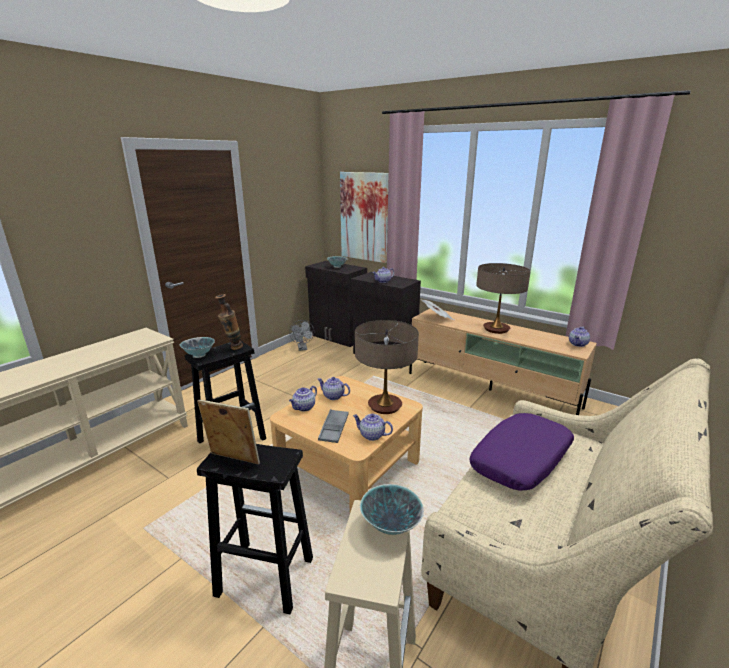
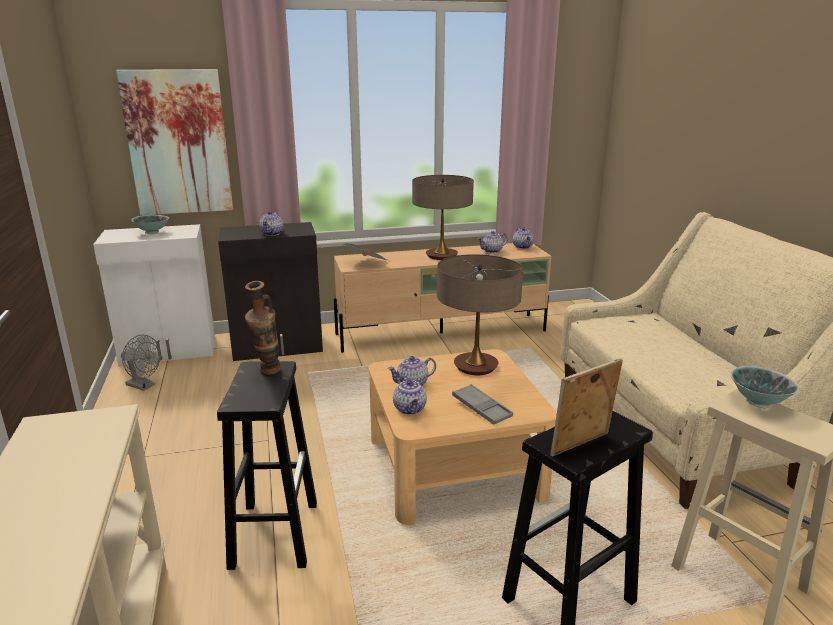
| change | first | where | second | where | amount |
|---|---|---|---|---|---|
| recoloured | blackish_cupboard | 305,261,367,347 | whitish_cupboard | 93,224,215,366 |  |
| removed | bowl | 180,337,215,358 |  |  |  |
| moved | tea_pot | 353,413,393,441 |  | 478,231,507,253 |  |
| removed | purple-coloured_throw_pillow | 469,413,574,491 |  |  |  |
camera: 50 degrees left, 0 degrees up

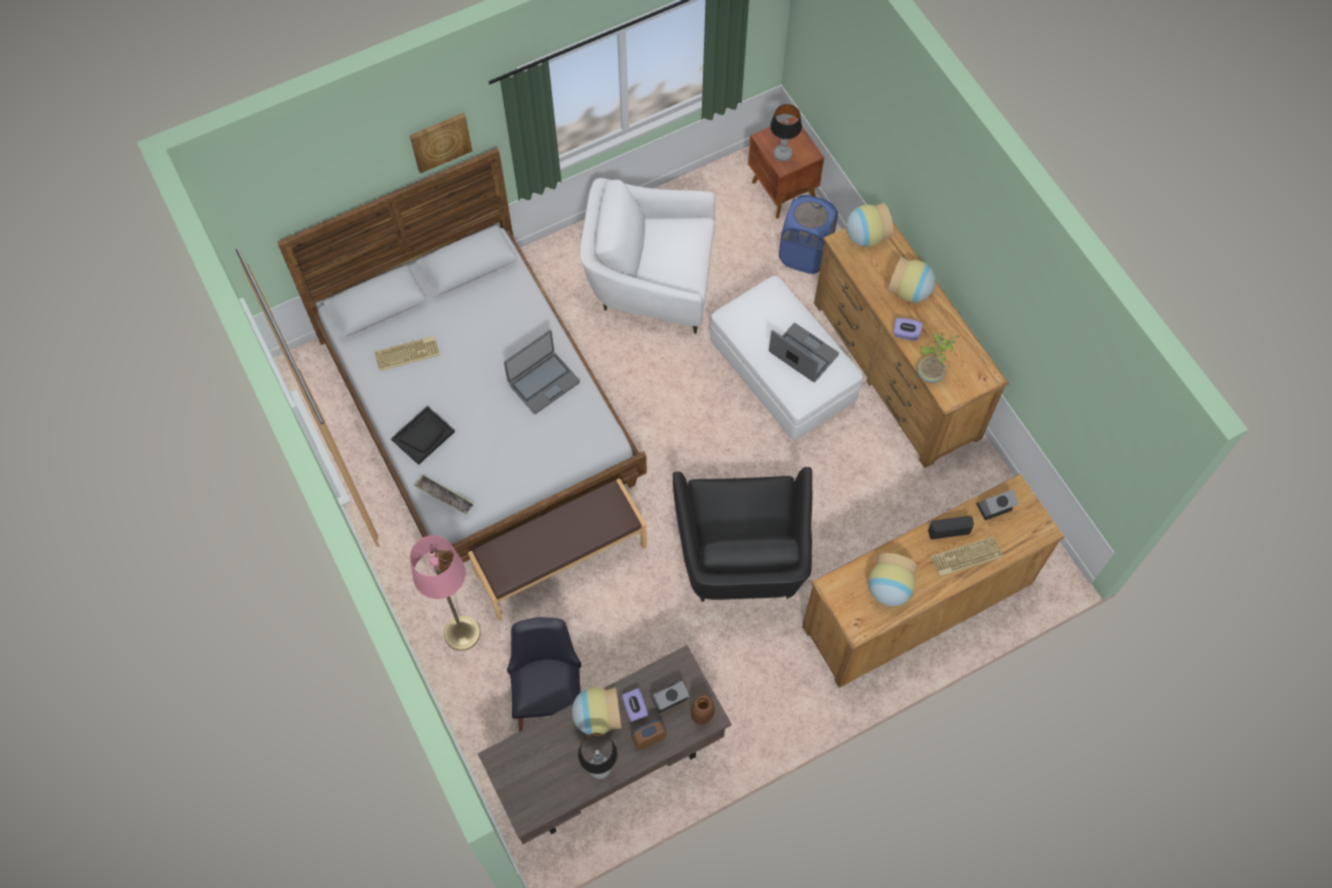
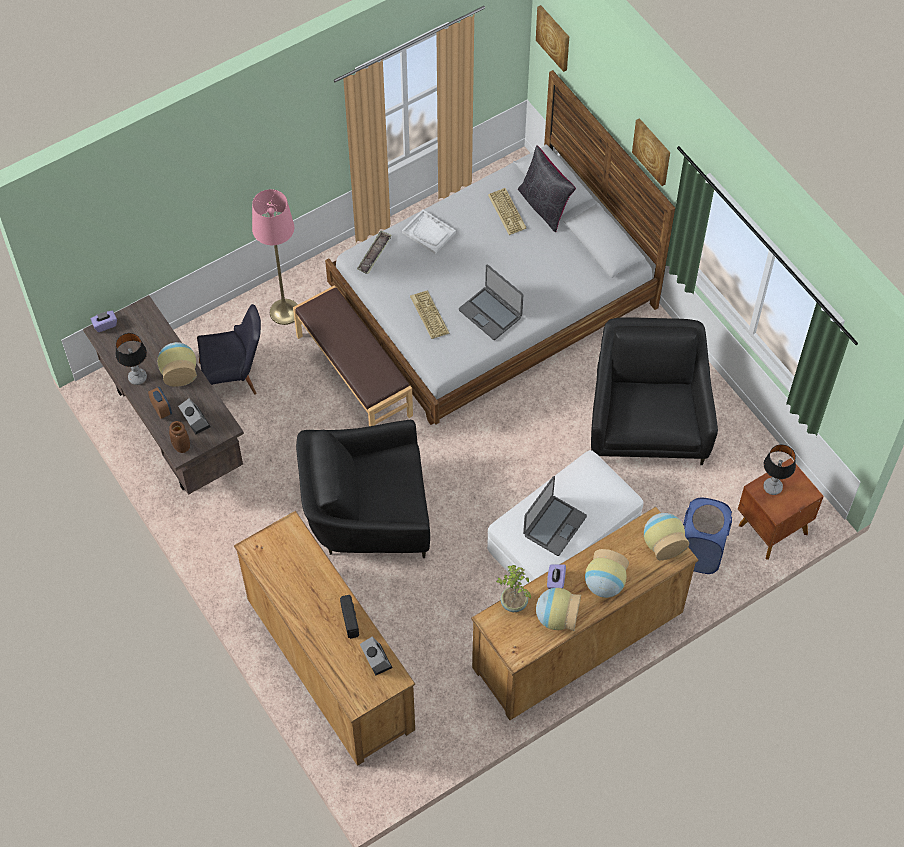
| change | first | where | second | where | amount |
|---|---|---|---|---|---|
| recoloured | whitish_armchair | 580,178,715,334 | blackish_armchair | 591,317,718,465 |  |
| recoloured | blackish_serving_tray | 391,406,455,465 | whitish_serving_tray | 402,210,456,254 |  |
| moved | PC_keyboard | 930,536,1003,577 |  | 410,290,450,339 |  |
| moved | flower_vase | 869,553,917,607 |  | 536,588,581,631 |  |
| moved | purple-coloured_tissue_box | 622,688,648,722 |  | 91,311,117,332 |  |
| added |  |  | wall_art | 536,5,569,72 |  |
| added |  |  | blackish_throw_pillow | 518,145,576,232 |  |
camera: 85 degrees right, 5 degrees down

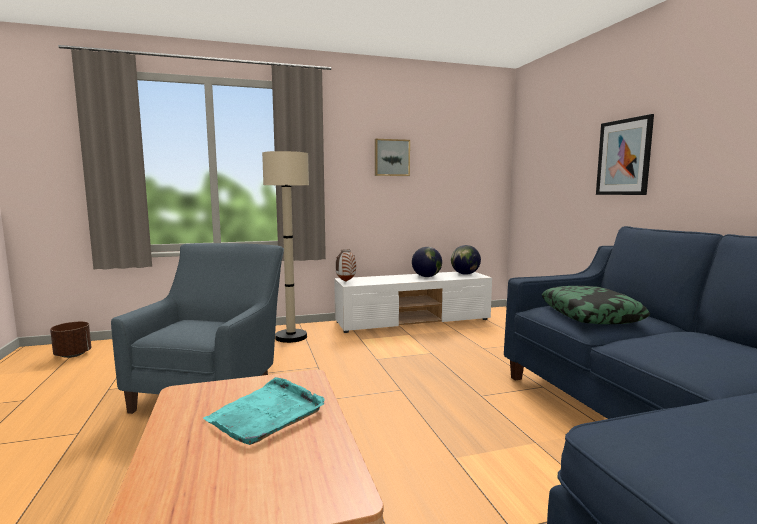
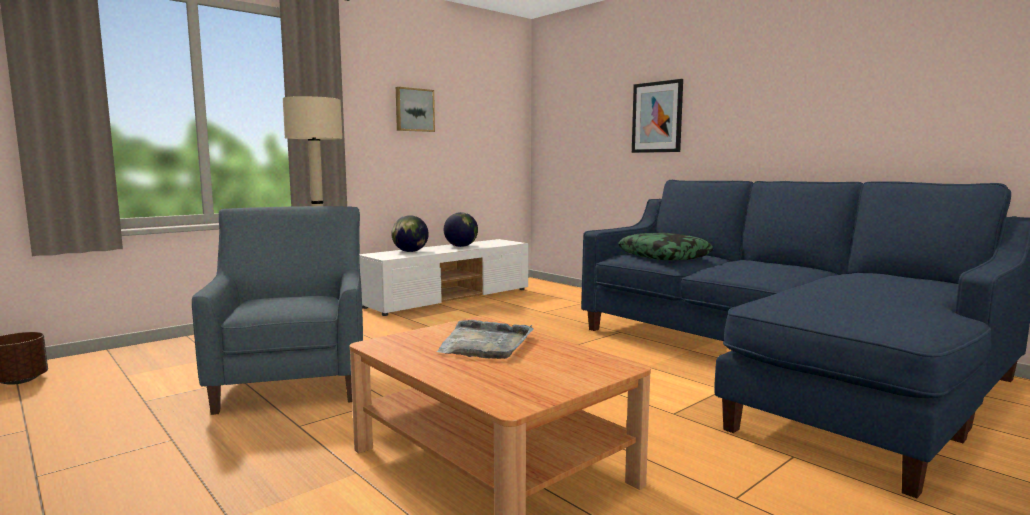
| change | first | where | second | where | amount |
|---|---|---|---|---|---|
| moved | desk_globe | 451,245,481,275 |  | 391,215,429,252 |  |
| removed | flower_vase | 336,249,356,282 |  |  |  |
| recoloured | turquoise-coloured_serving_tray | 203,377,324,445 | greyish_serving_tray | 437,320,534,359 |  |
camera: 25 degrees left, 0 degrees up

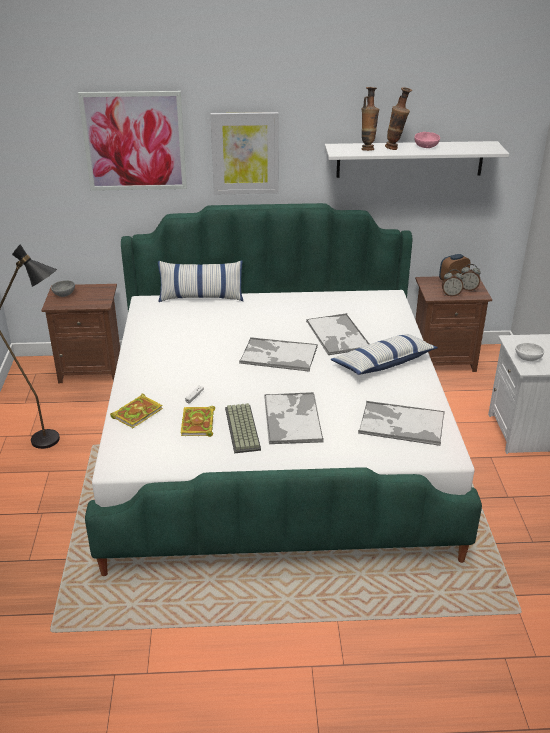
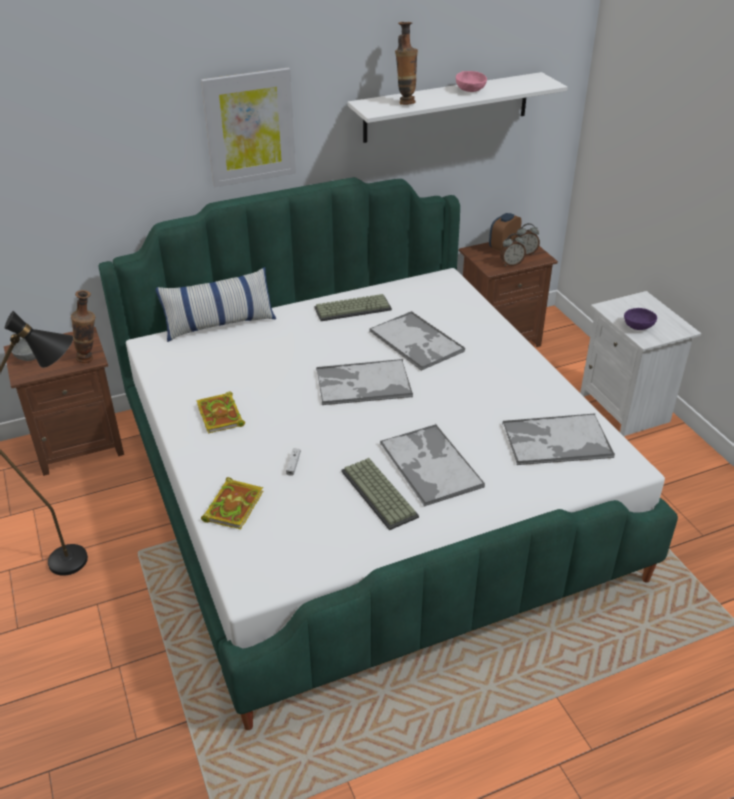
| change | first | where | second | where | amount |
|---|---|---|---|---|---|
| moved | flower_vase | 385,87,412,150 |  | 71,290,95,363 |  |
| removed | wall_art | 78,91,187,191 |  |  |  |
| removed | throw_pillow | 331,334,438,375 |  |  |  |
| recoloured | whitish_bowl | 515,343,544,361 | purple-coloured_bowl | 624,308,657,330 |  |
| moved | volume | 180,406,215,437 |  | 197,392,245,434 |  |
| added |  |  | PC_keyboard | 314,294,392,321 |  |
camera: 20 degrees left, 5 degrees up

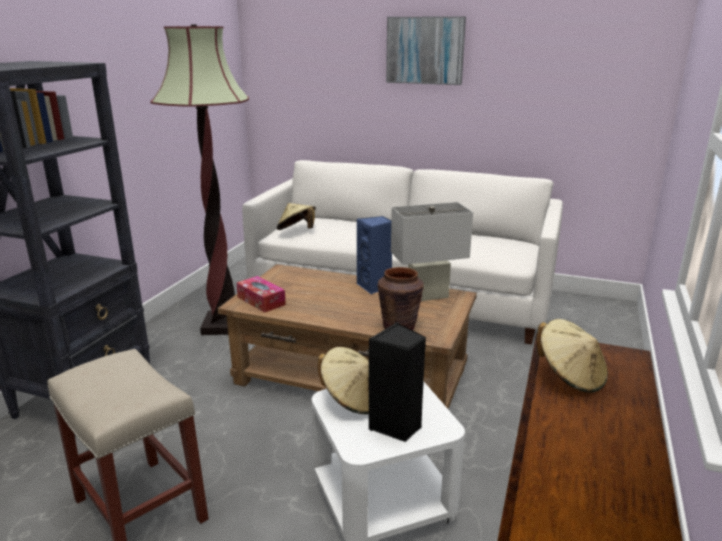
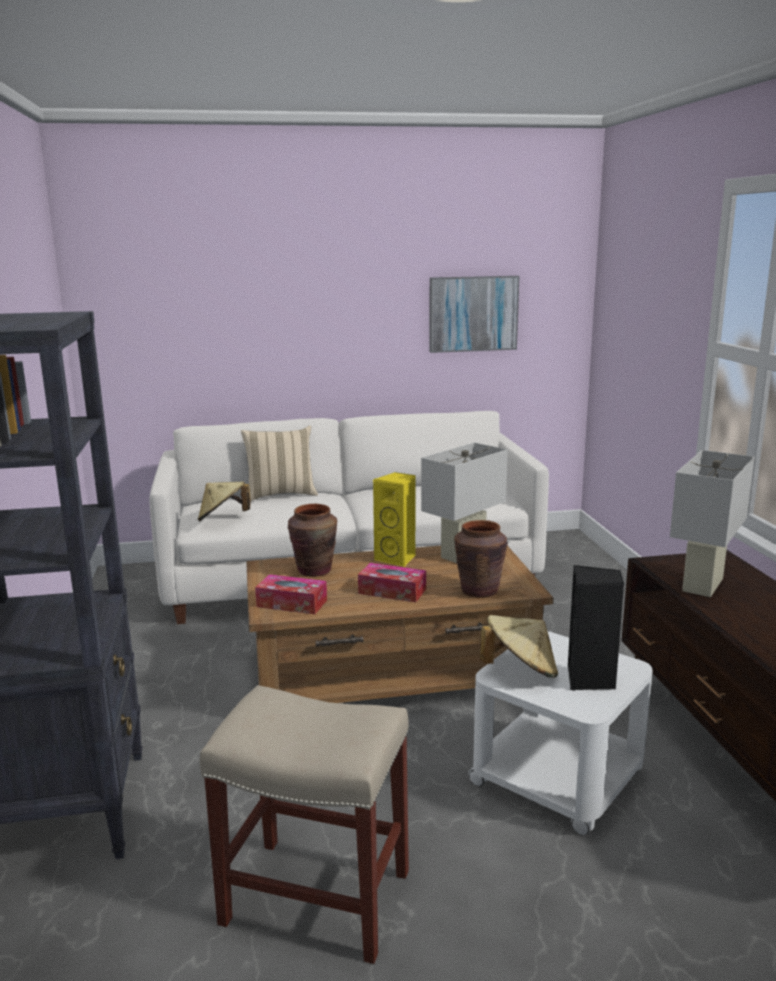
| change | first | where | second | where | amount |
|---|---|---|---|---|---|
| moved | wall_art | 386,16,466,85 |  | 429,276,520,353 |  |
| removed | floor_lamp | 150,25,249,335 |  |  |  |
| recoloured | bluish_speaker | 357,216,392,294 | yellowish_speaker | 372,472,416,567 |  |
| replaced | beige-coloured_wearable_hat | 536,319,608,393 | whitish_lamp_for_a_table | 670,450,755,597 |  |
| added |  |  | beige-coloured_throw_pillow | 241,425,318,501 |  |
| added |  |  | brown_flower_vase | 288,504,337,577 |  |
| added |  |  | tissue_box | 358,563,426,602 |  |
camera: 30 degrees left, 5 degrees down

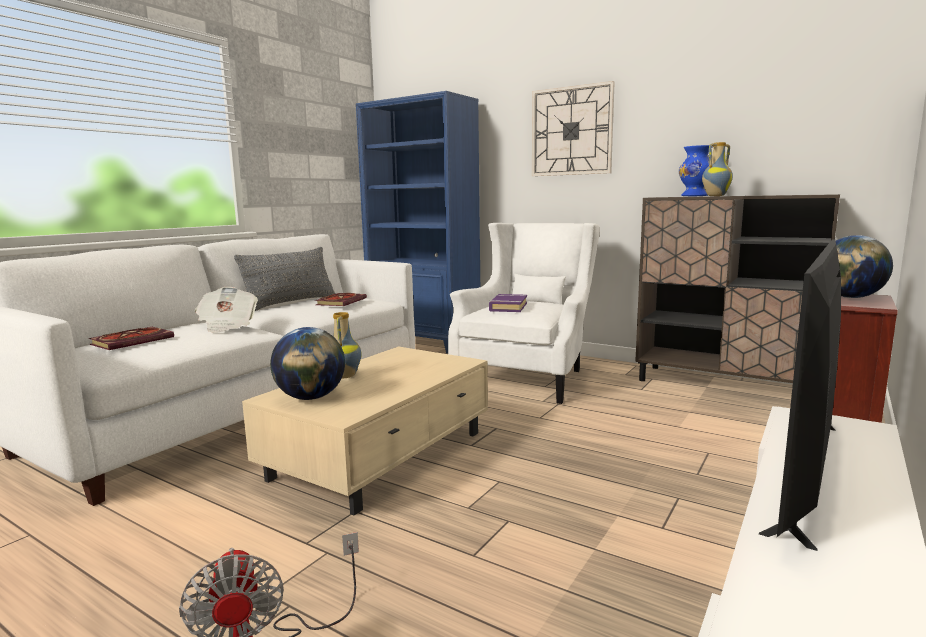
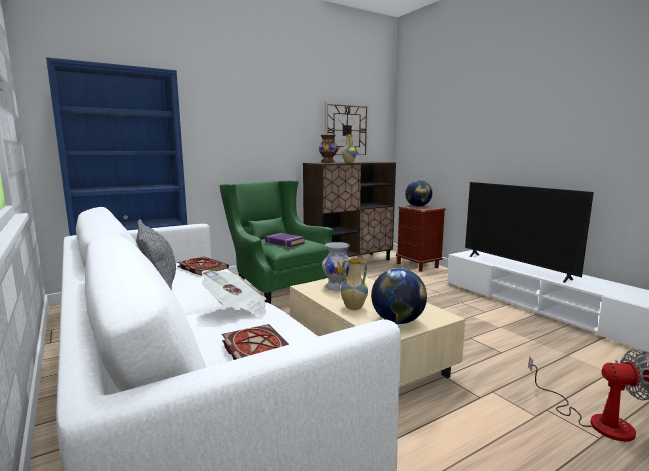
| change | first | where | second | where | amount |
|---|---|---|---|---|---|
| moved | hanging_clock | 532,81,615,176 |  | 325,102,369,157 |  |
| recoloured | bluish_flower_vase | 679,145,713,196 | brown_flower_vase | 319,135,338,163 |  |
| recoloured | whitish_armchair | 448,223,600,404 | green-coloured_armchair | 220,180,334,304 |  |
| added |  |  | whitish_flower_vase | 322,242,350,291 |  |
camera: 65 degrees left, 0 degrees up

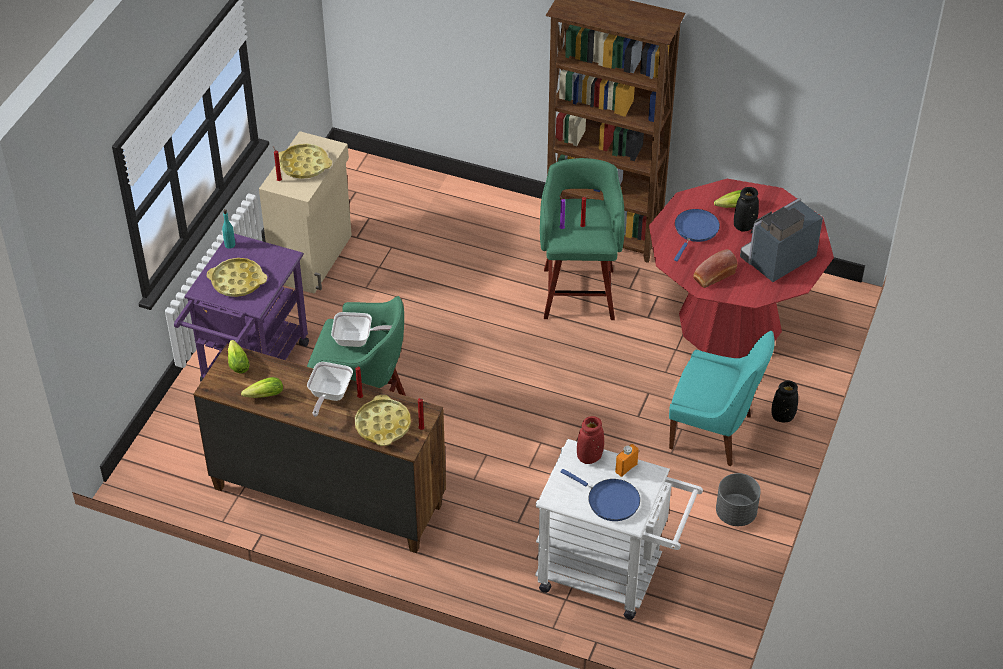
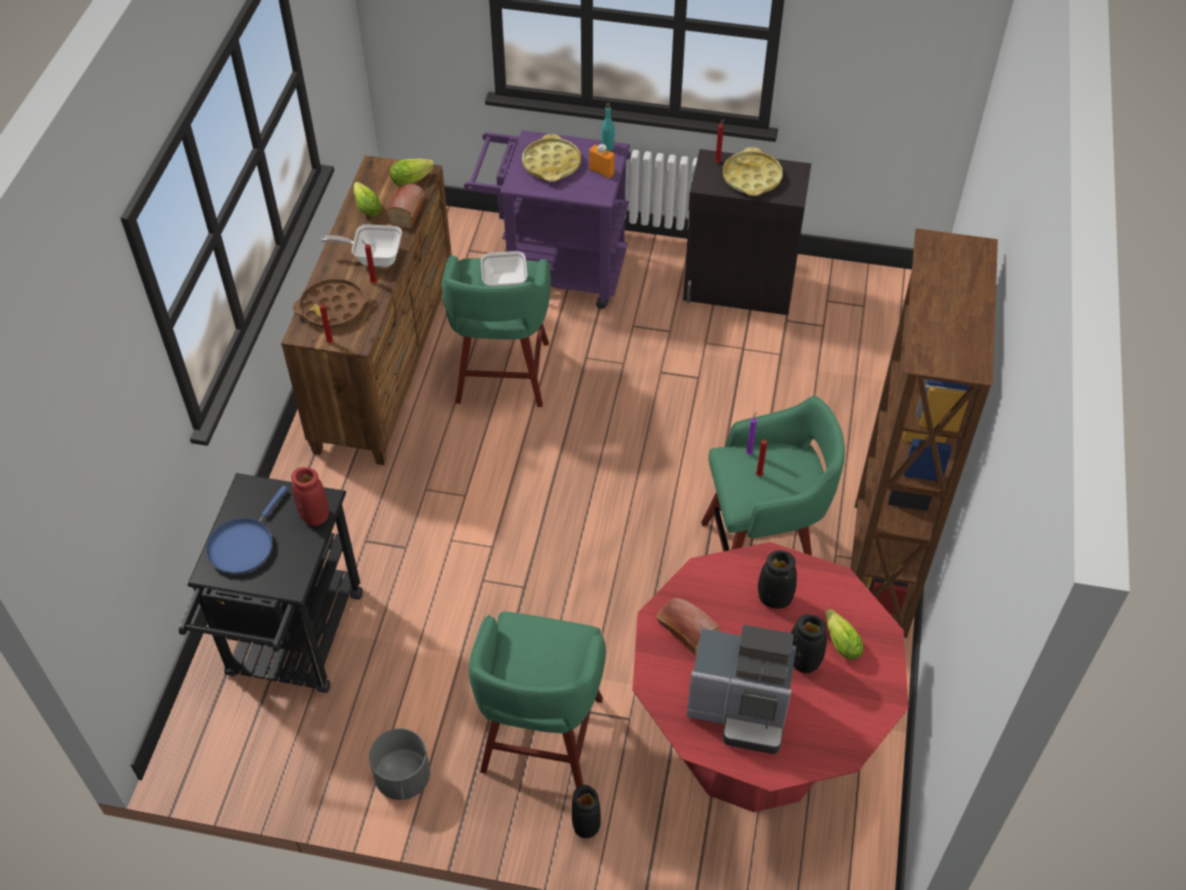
| change | first | where | second | where | amount |
|---|---|---|---|---|---|
| recoloured | beige-coloured_cupboard | 259,131,352,294 | blackish_cupboard | 683,149,812,315 |  |
| turned | coffee_brewer | 740,198,823,282 |  | 687,625,796,754 | 150 degrees clockwise |
| replaced | bluish_skillet | 674,209,720,261 | blackish_flower_vase | 758,550,797,609 |  |
| replaced | turquoise-coloured_chair | 669,331,775,466 | green-coloured_stool | 469,612,606,788 |  |
| recoloured | yellowish_serving_tray | 355,395,411,446 | brown_serving_tray | 293,278,370,329 |  |
| recoloured | whitish_wheeled_cart | 535,439,703,620 | blackish_wheeled_cart | 179,473,363,693 |  |
| moved | orangey_beverage_bottle | 615,444,639,477 |  | 589,144,614,179 |  |
| added |  |  | bakery_bread | 387,184,425,228 |  |
camera: 80 degrees right, 5 degrees up

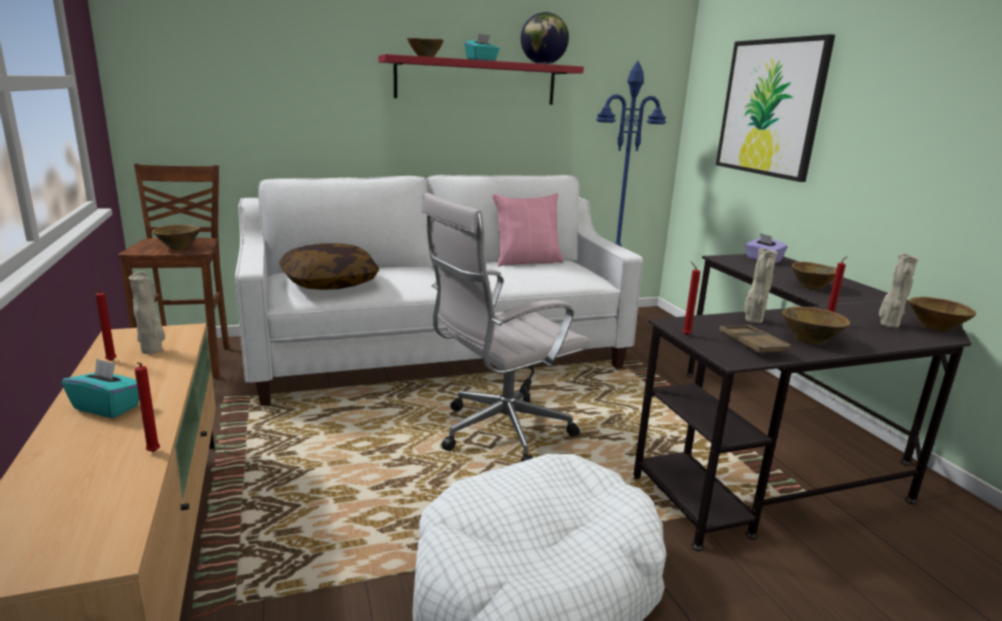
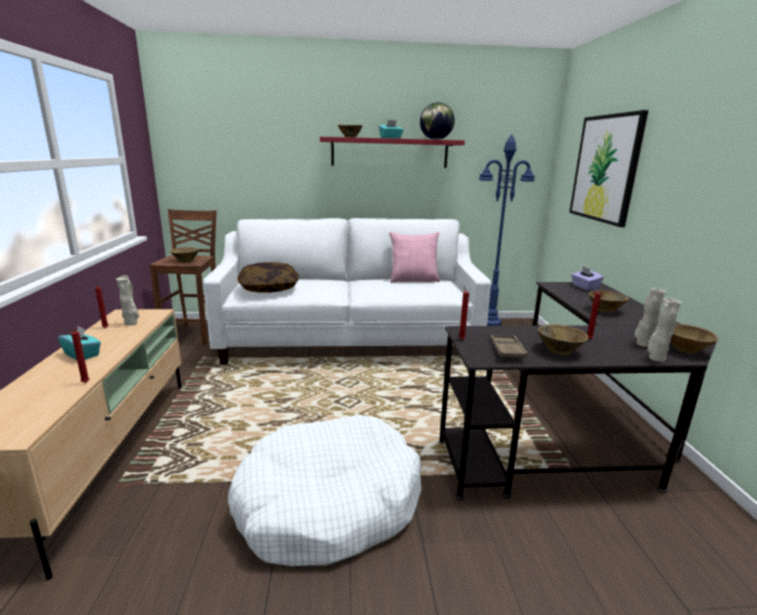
| change | first | where | second | where | amount |
|---|---|---|---|---|---|
| removed | whitish_computer_chair | 422,193,591,462 |  |  |  |
| moved | beige-coloured_flower_vase | 744,248,778,323 |  | 648,298,681,362 |  |
camera: 15 degrees right, 0 degrees up

